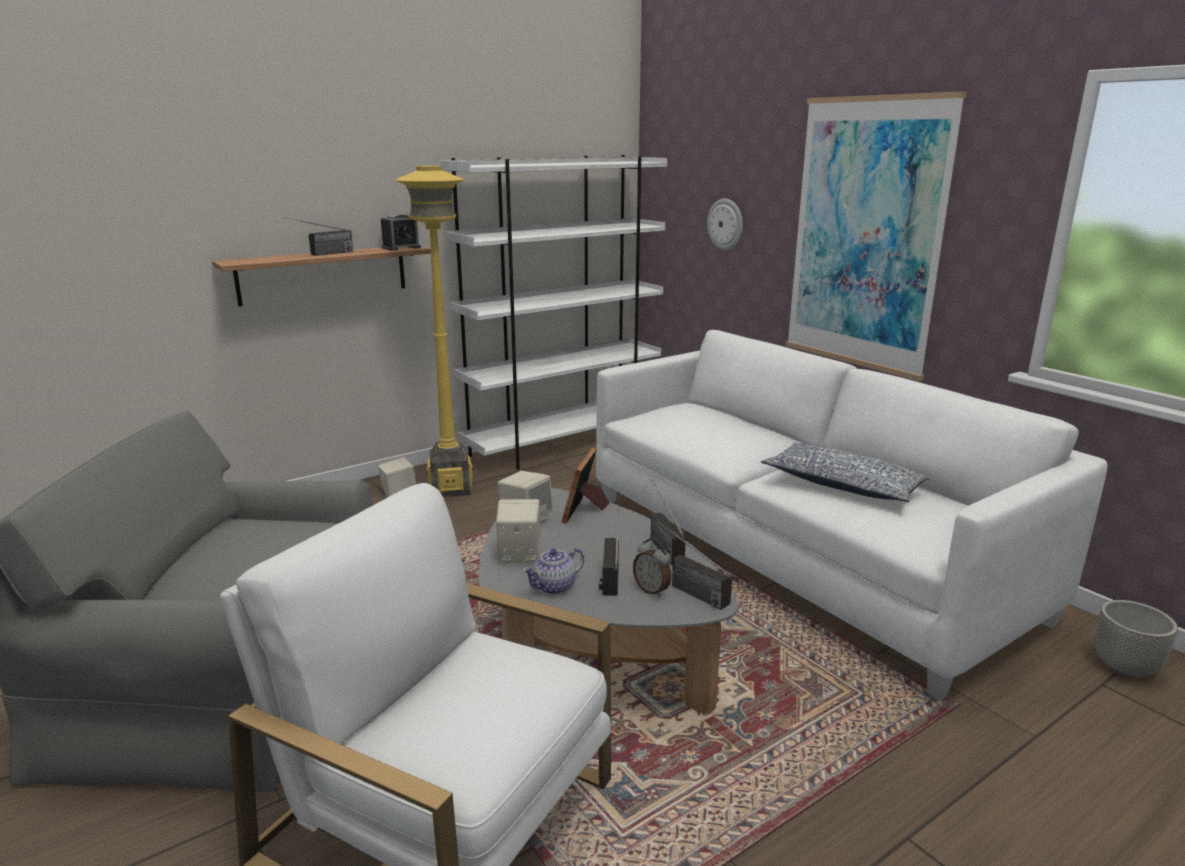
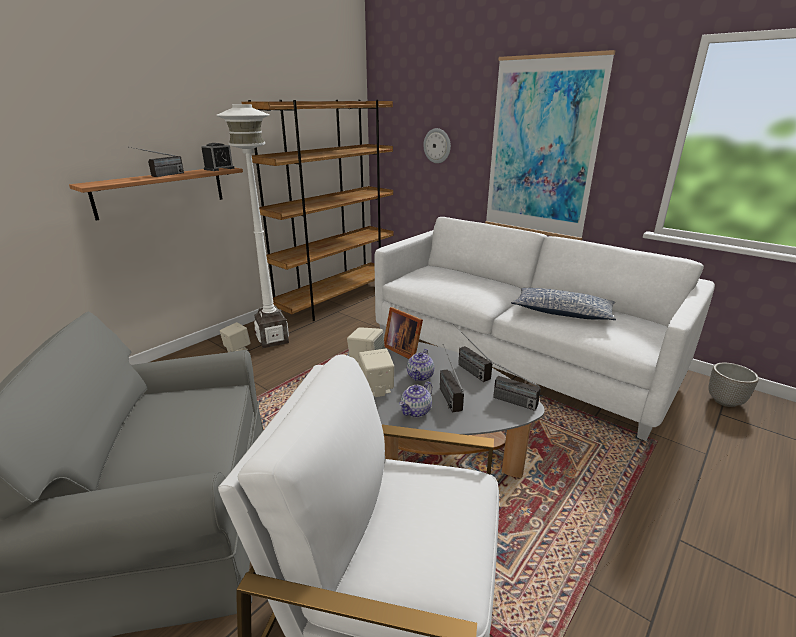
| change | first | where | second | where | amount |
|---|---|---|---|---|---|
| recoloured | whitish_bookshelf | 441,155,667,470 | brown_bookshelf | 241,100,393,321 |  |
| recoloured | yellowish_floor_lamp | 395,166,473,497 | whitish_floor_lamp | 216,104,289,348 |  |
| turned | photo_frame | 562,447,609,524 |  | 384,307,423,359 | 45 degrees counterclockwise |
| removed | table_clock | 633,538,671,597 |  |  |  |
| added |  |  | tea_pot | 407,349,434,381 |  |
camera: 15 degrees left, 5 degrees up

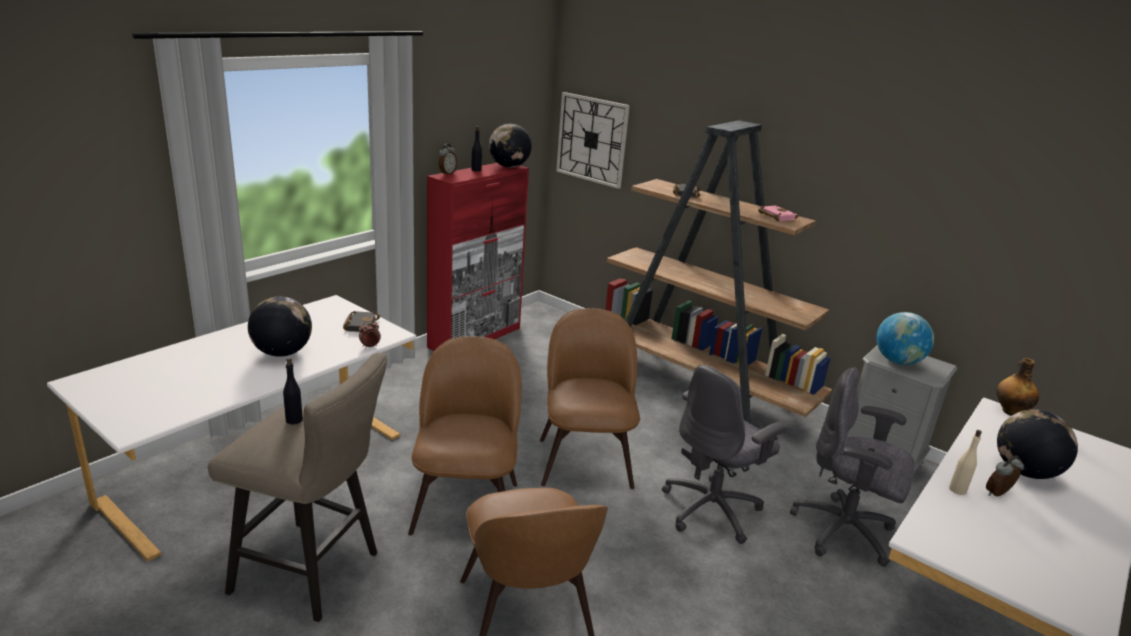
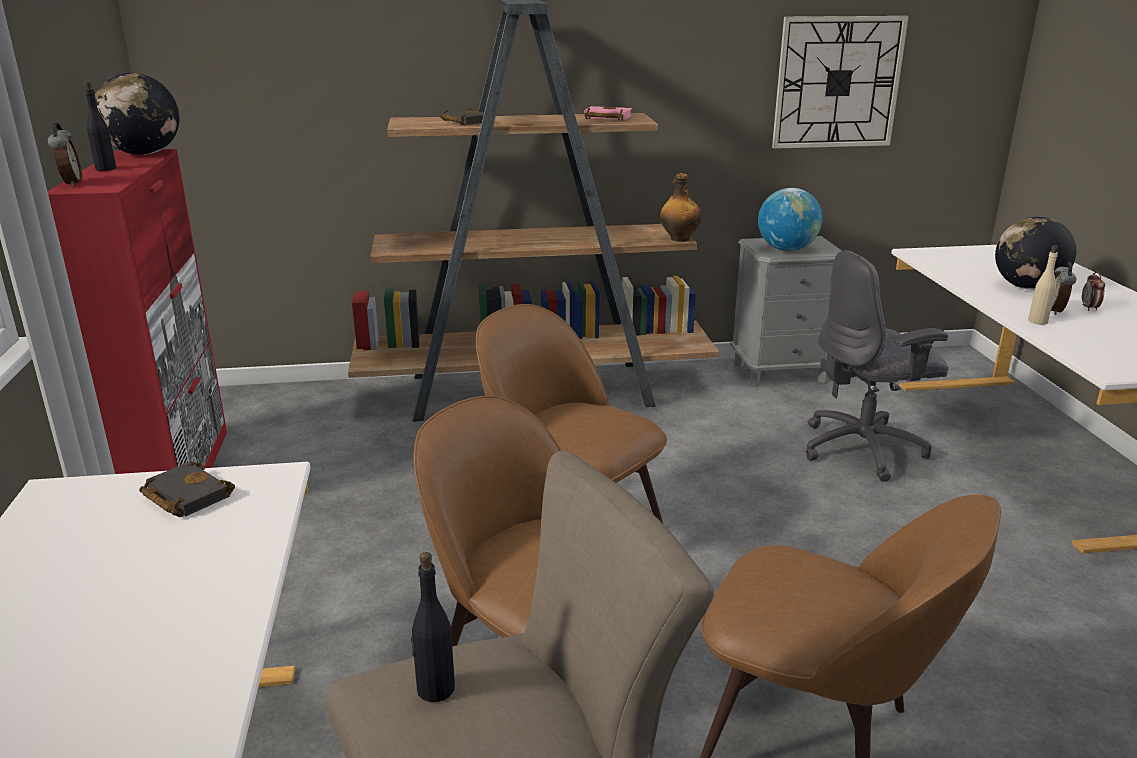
| change | first | where | second | where | amount |
|---|---|---|---|---|---|
| moved | hanging_clock | 556,92,630,189 |  | 772,16,909,149 |  |
| removed | desk_globe | 248,297,312,357 |  |  |  |
| moved | table_clock | 359,321,381,347 |  | 1082,271,1105,311 |  |
| moved | beverage_bottle | 996,358,1039,416 |  | 660,173,702,242 |  |
| removed | greyish_computer_chair | 662,365,787,544 |  |  |  |
camera: 45 degrees left, 0 degrees up

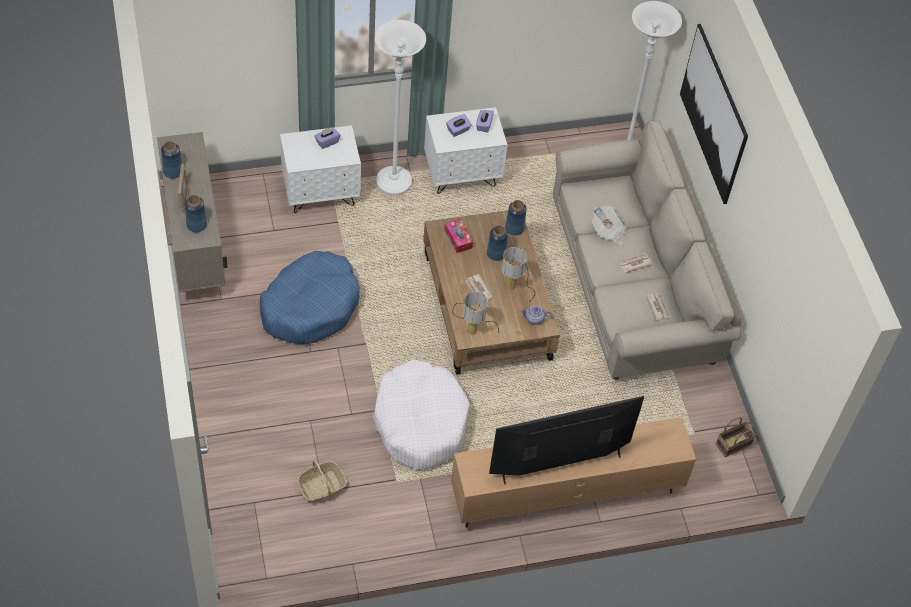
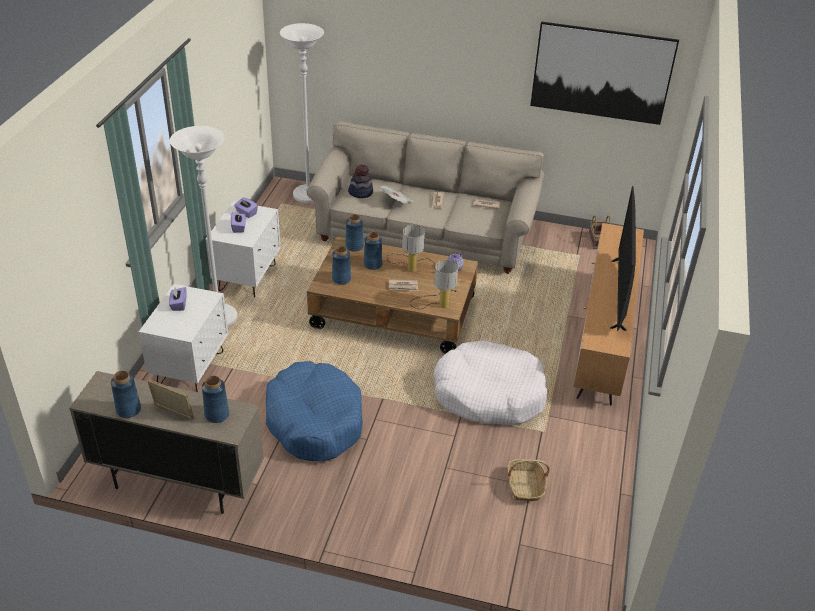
| change | first | where | second | where | amount |
|---|---|---|---|---|---|
| moved | wall_art | 680,24,748,204 |  | 530,22,679,125 |  |
| replaced | tissue_box | 444,219,473,253 | bluish_flower_vase | 332,246,351,285 |  |
| added |  |  | wearable_hat | 348,164,373,198 |  |
camera: 60 degrees left, 15 degrees down

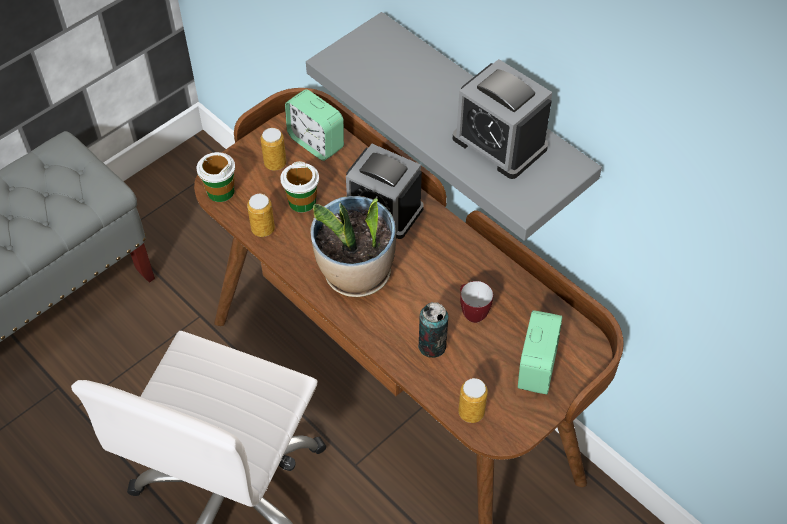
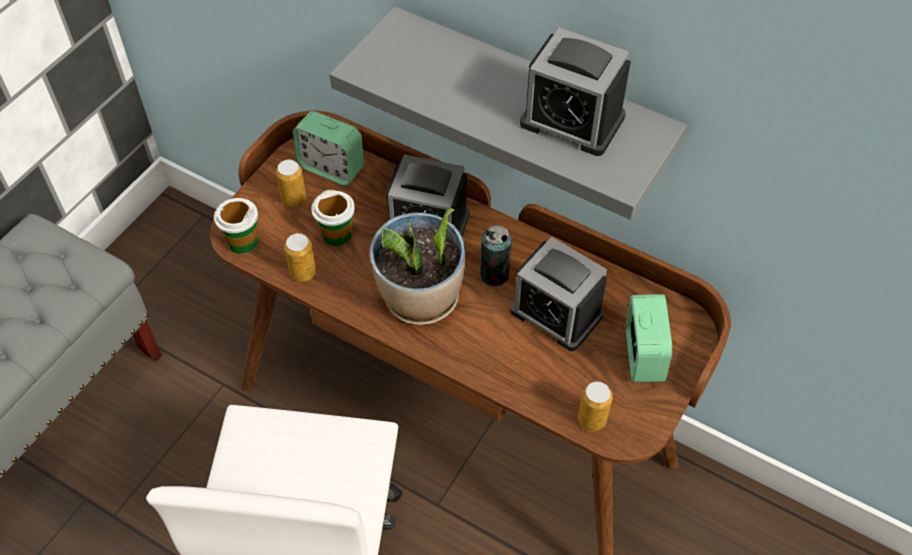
| change | first | where | second | where | amount |
|---|---|---|---|---|---|
| replaced | mug | 460,281,493,323 | table_clock | 510,237,607,351 |  |
| moved | sealed_can | 418,302,448,358 |  | 480,225,512,286 |  |
camera: 15 degrees left, 0 degrees up

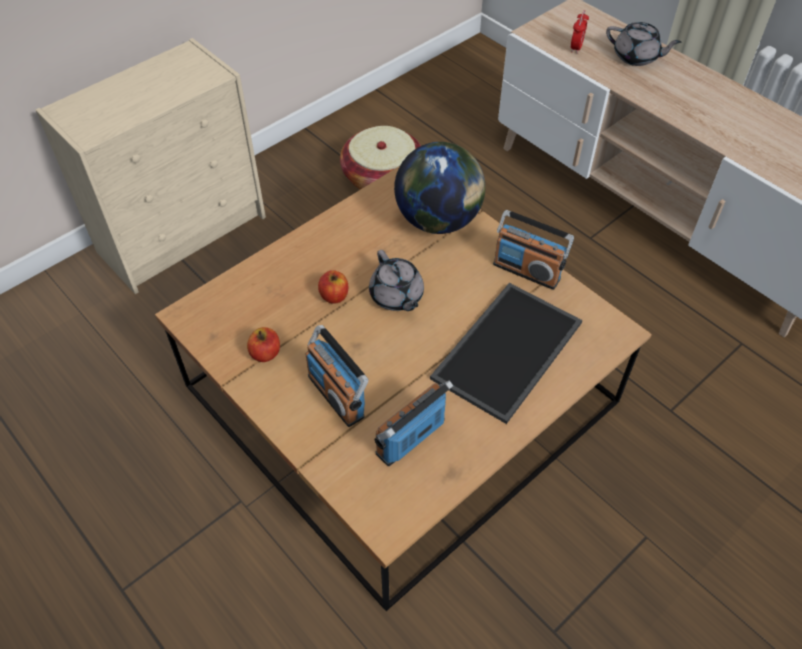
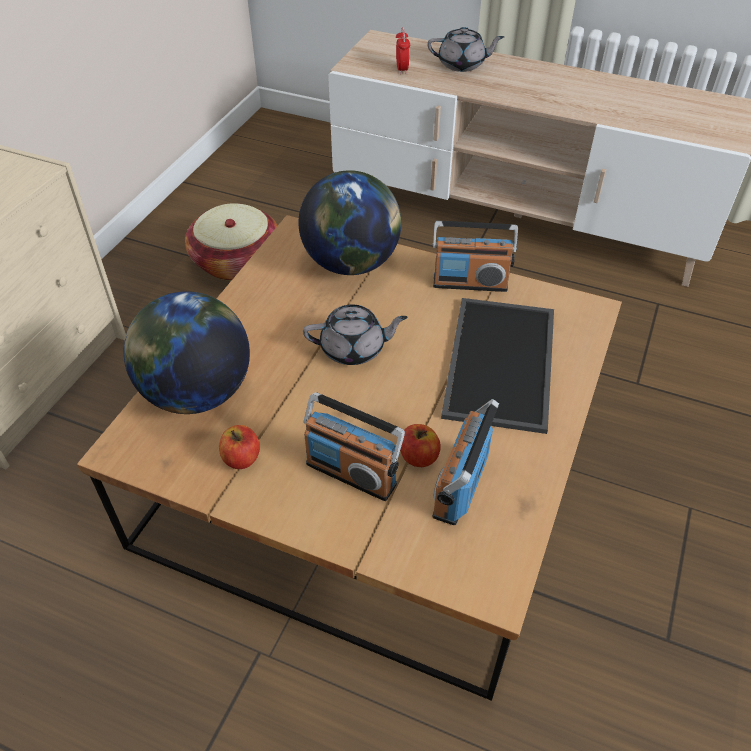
| change | first | where | second | where | amount |
|---|---|---|---|---|---|
| turned | greyish_tea_pot | 369,250,424,311 |  | 303,305,408,365 | 45 degrees counterclockwise |
| moved | apple | 318,270,348,304 |  | 400,424,441,467 |  |
| added |  |  | desk_globe | 124,291,250,414 |  |
camera: 25 degrees left, 5 degrees down

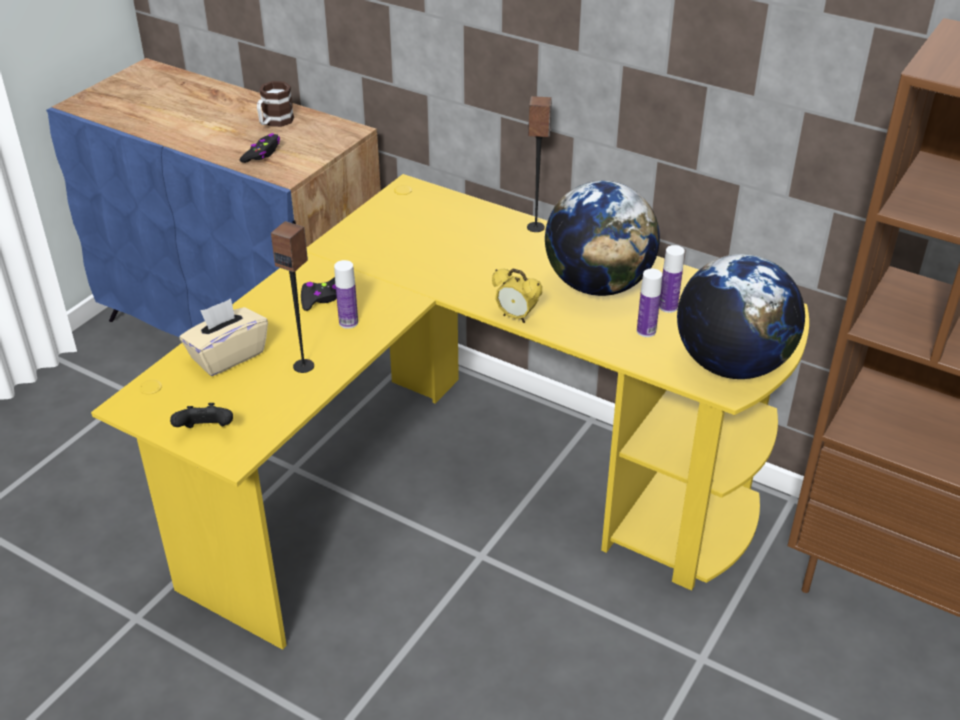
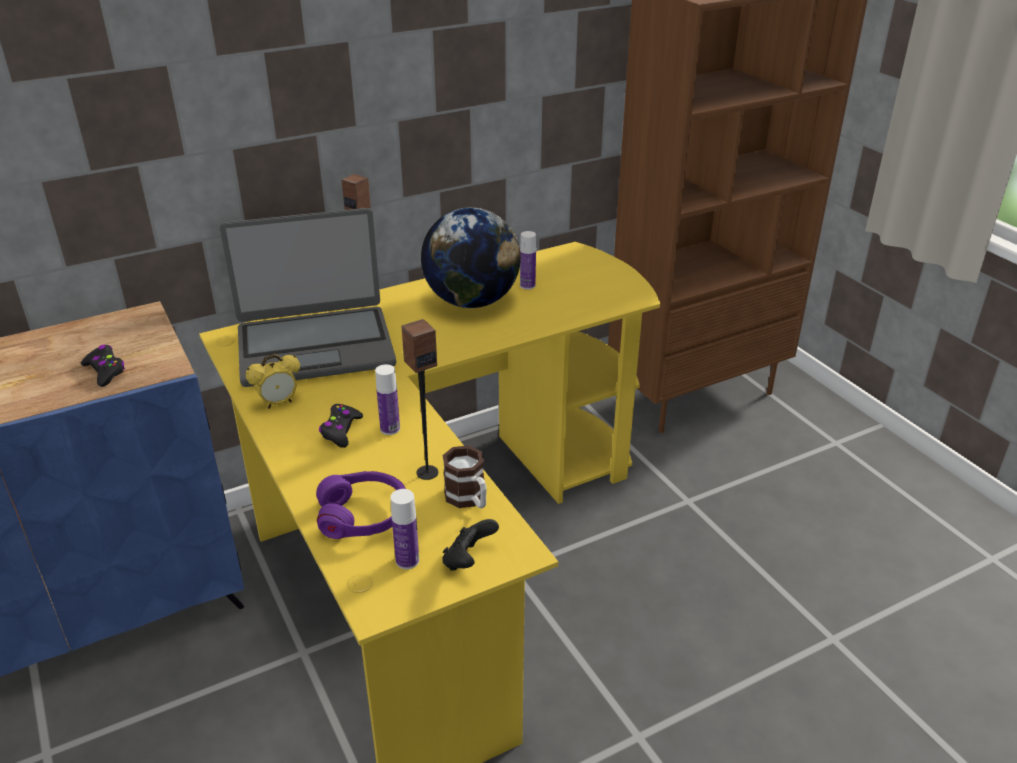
| change | first | where | second | where | amount |
|---|---|---|---|---|---|
| moved | mug | 257,81,294,127 |  | 443,445,487,509 |  |
| removed | desk_globe | 677,254,805,379 |  |  |  |
| moved | beverage_bottle | 637,268,662,337 |  | 390,489,419,569 |  |
| moved | table_clock | 492,269,542,323 |  | 245,354,300,409 |  |
| replaced | beige-coloured_tissue_box | 179,299,268,376 | purple-coloured_pair_of_headphones | 316,471,406,539 |  |
| added |  |  | laptop | 220,208,396,387 |  |
camera: 60 degrees left, 5 degrees down

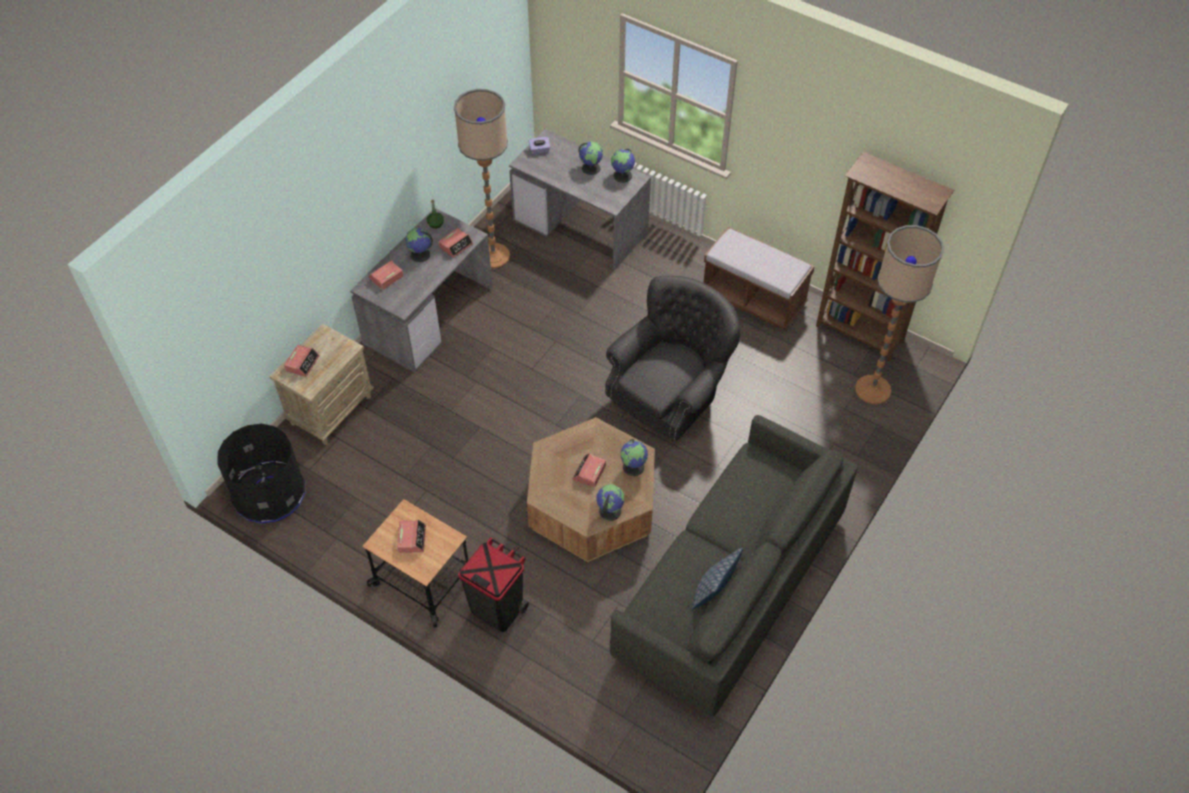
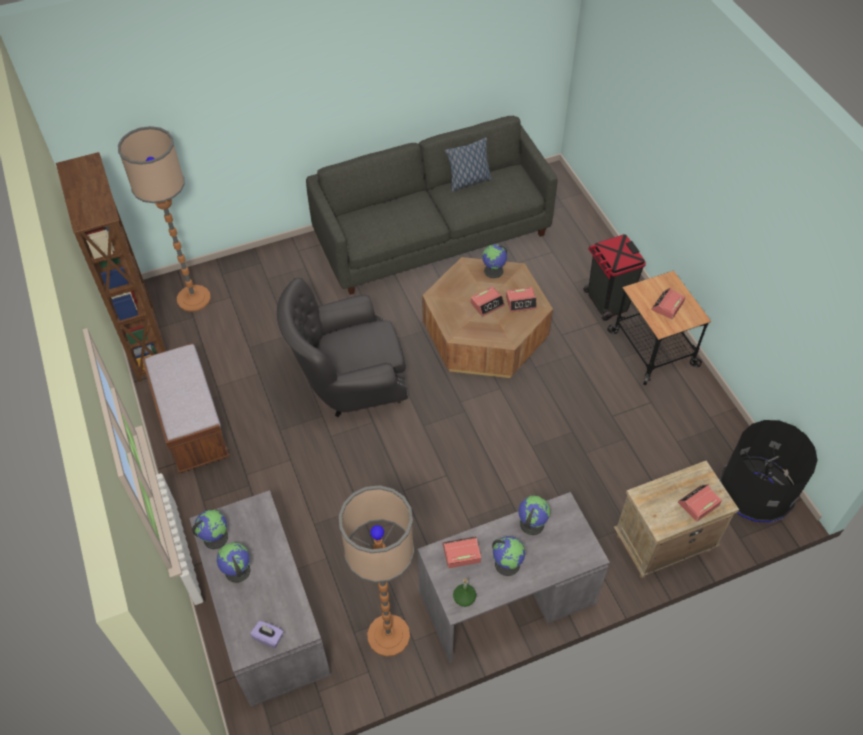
| change | first | where | second | where | amount |
|---|---|---|---|---|---|
| moved | table_clock | 369,260,403,290 |  | 506,287,537,312 |  |
| moved | desk_globe | 620,439,648,476 |  | 518,495,550,535 |  |
camera: 145 degrees left, 0 degrees up

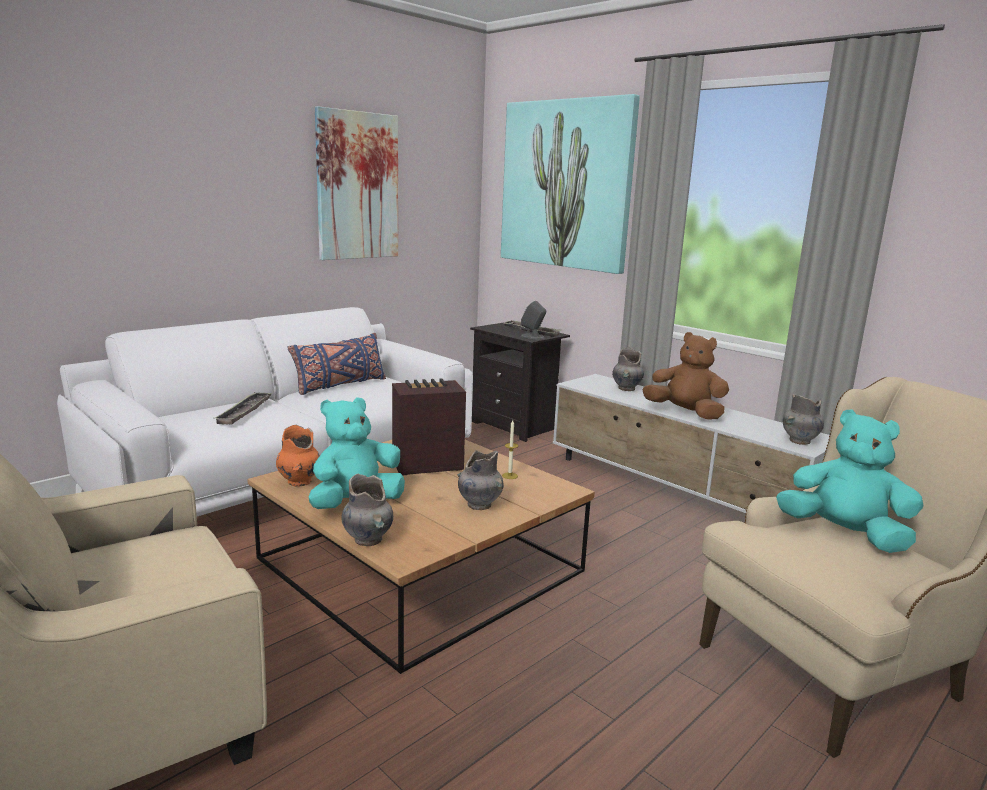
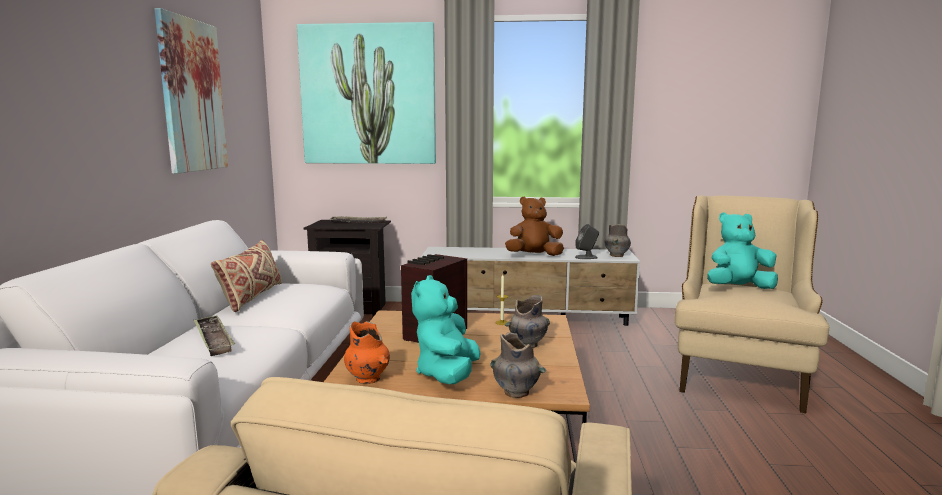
| change | first | where | second | where | amount |
|---|---|---|---|---|---|
| moved | greyish_speaker | 521,301,546,339 |  | 575,224,599,259 |  |
| recoloured | bluish_throw_pillow | 287,333,386,395 | beige-coloured_throw_pillow | 211,240,282,312 |  |
| removed | greyish_flower_vase | 612,347,644,391 |  |  |  |
camera: 40 degrees left, 5 degrees down

